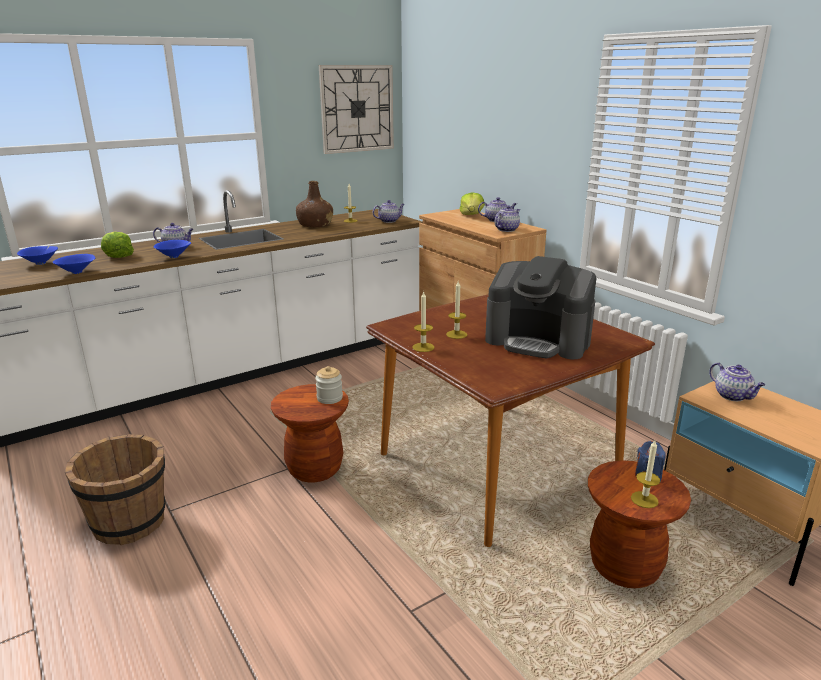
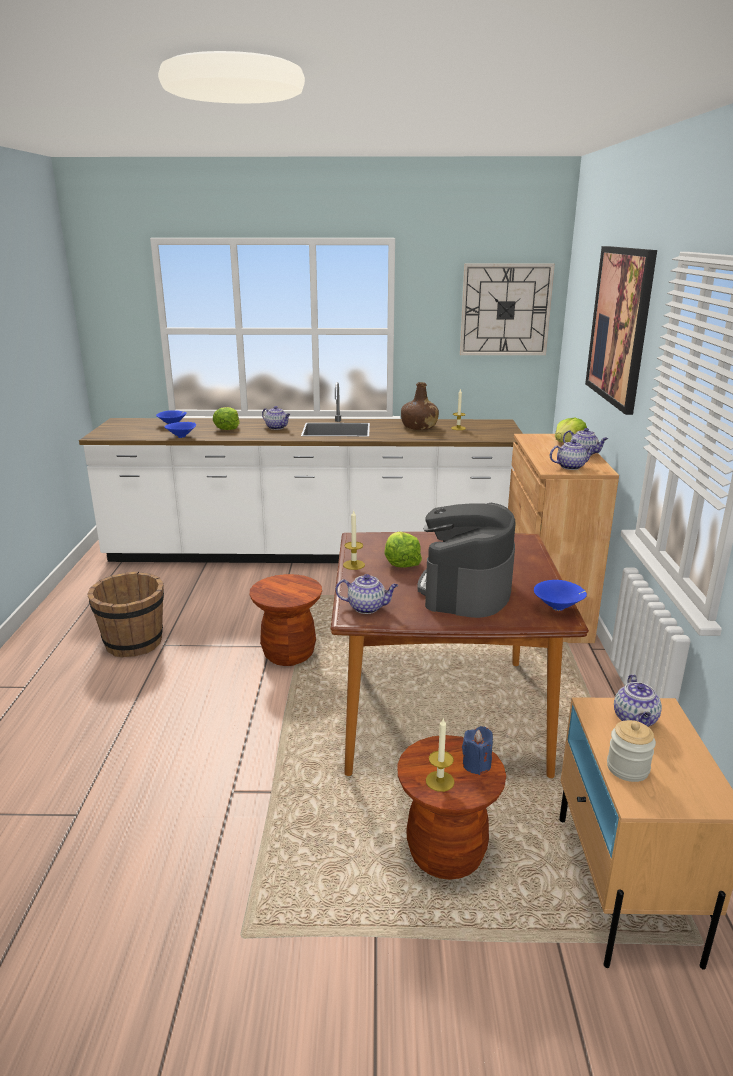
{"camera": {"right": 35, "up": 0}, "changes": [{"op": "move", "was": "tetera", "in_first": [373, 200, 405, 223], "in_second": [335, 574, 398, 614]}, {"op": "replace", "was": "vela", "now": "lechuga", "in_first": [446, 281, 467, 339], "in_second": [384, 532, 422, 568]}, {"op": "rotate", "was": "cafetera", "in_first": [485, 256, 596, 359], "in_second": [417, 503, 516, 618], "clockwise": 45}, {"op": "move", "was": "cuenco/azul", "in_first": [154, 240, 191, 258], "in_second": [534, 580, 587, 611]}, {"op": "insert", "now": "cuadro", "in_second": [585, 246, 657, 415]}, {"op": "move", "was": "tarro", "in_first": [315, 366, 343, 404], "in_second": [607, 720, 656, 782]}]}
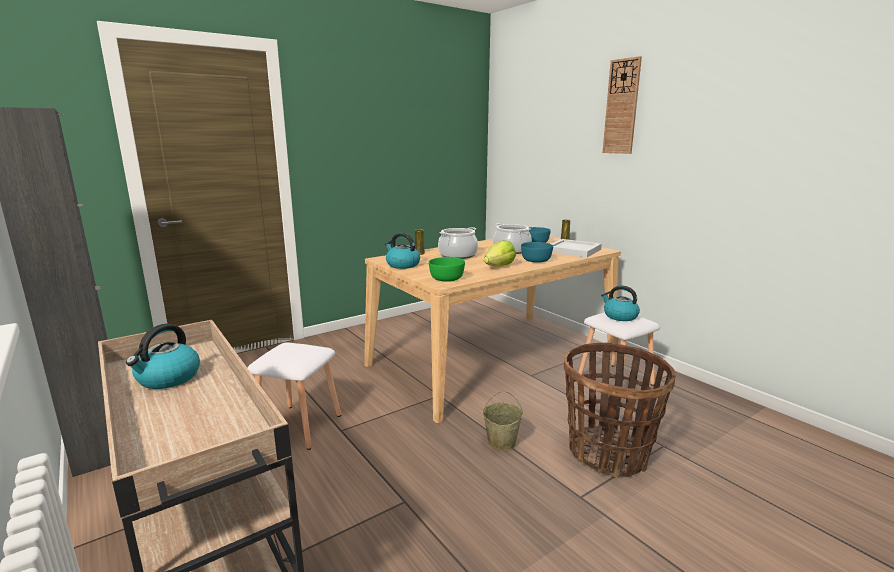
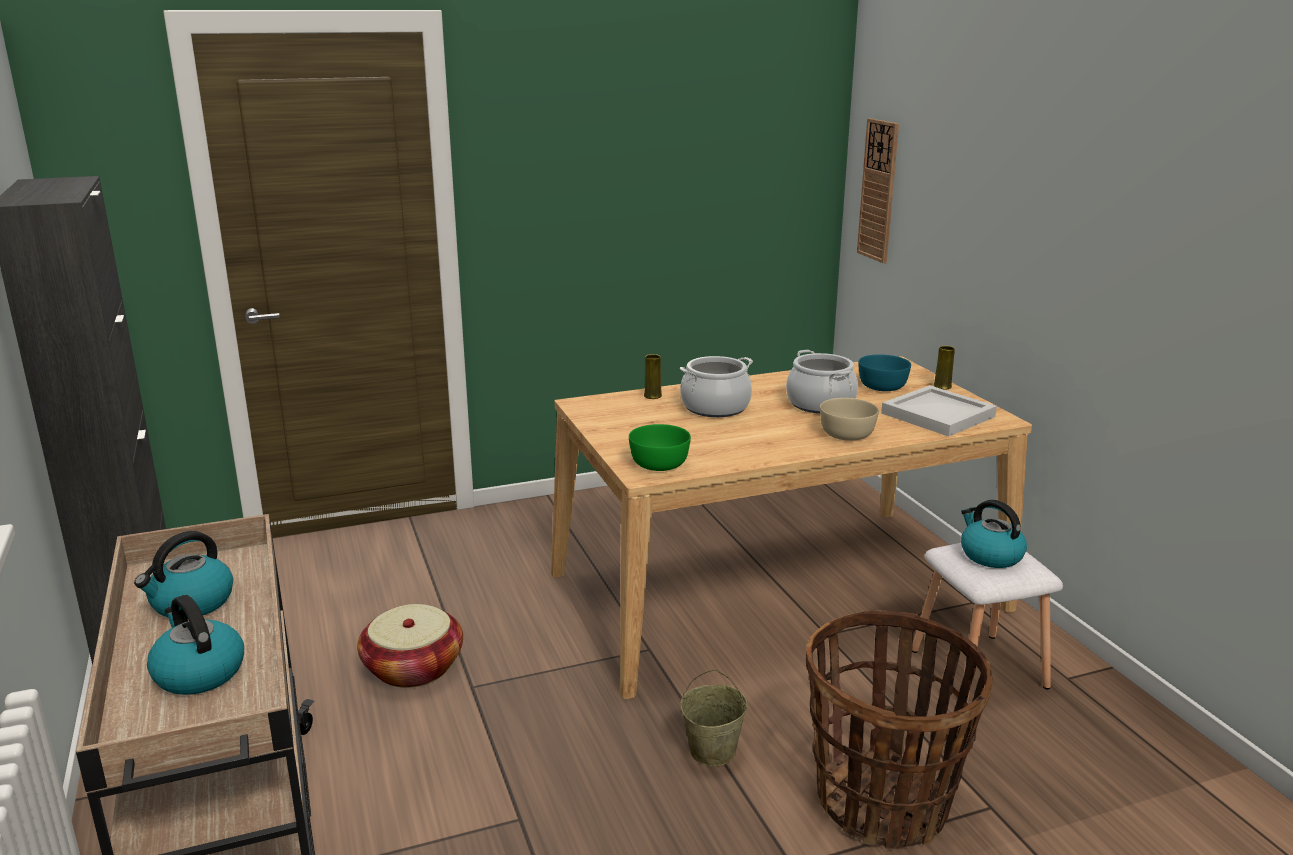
{"camera": {"right": 15, "up": 5}, "changes": [{"op": "move", "was": "hervidor", "in_first": [385, 233, 420, 269], "in_second": [147, 595, 244, 695]}, {"op": "replace", "was": "taburete/blanco", "now": "cesta", "in_first": [247, 342, 341, 450], "in_second": [357, 604, 463, 688]}, {"op": "recolor", "was": "cuenco/turquesa", "now": "cuenco/beis", "in_first": [521, 242, 553, 263], "in_second": [820, 398, 879, 441]}, {"op": "move", "was": "reloj de pared", "in_first": [602, 56, 642, 154], "in_second": [857, 118, 899, 263]}, {"op": "delete", "was": "lechuga", "in_first": [484, 240, 516, 267]}]}
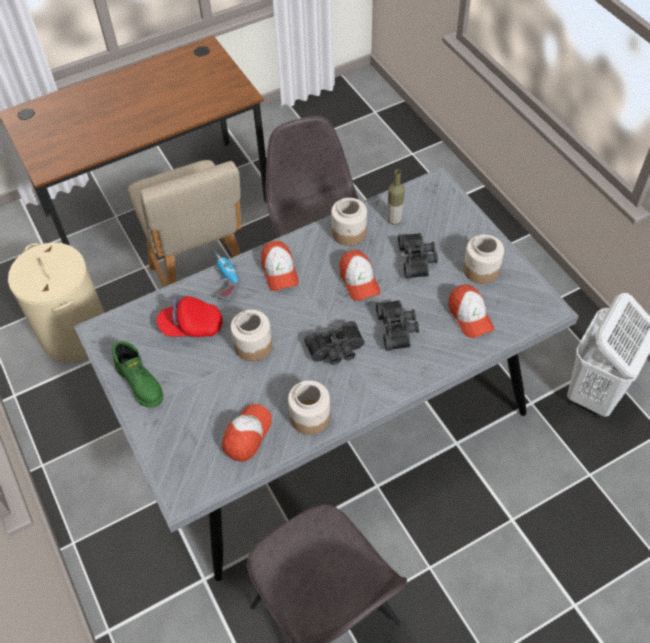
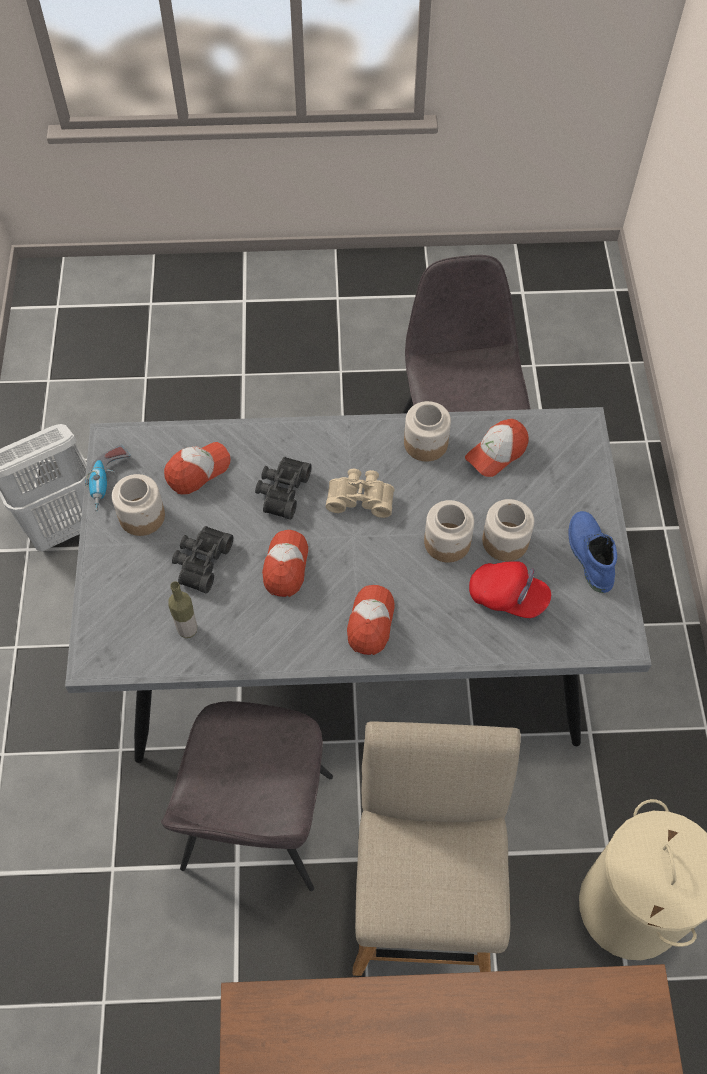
{"camera": {"right": -155, "up": 5}, "changes": [{"op": "move", "was": "taladro", "in_first": [214, 251, 240, 301], "in_second": [85, 444, 131, 512]}, {"op": "rotate", "was": "gorra", "in_first": [448, 285, 494, 338], "in_second": [164, 442, 231, 495], "clockwise": 45}, {"op": "recolor", "was": "prismáticos/negro", "now": "prismáticos/beis", "in_first": [304, 321, 365, 365], "in_second": [326, 469, 394, 518]}, {"op": "move", "was": "tarro", "in_first": [331, 198, 367, 246], "in_second": [482, 499, 534, 561]}, {"op": "recolor", "was": "bota/verde", "now": "bota/azul", "in_first": [112, 341, 163, 408], "in_second": [568, 511, 617, 593]}]}
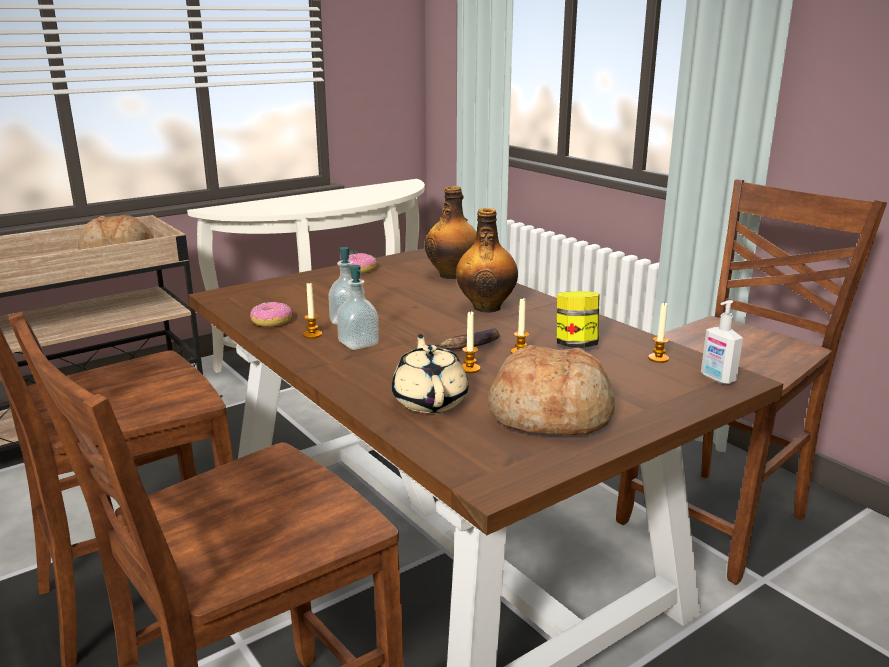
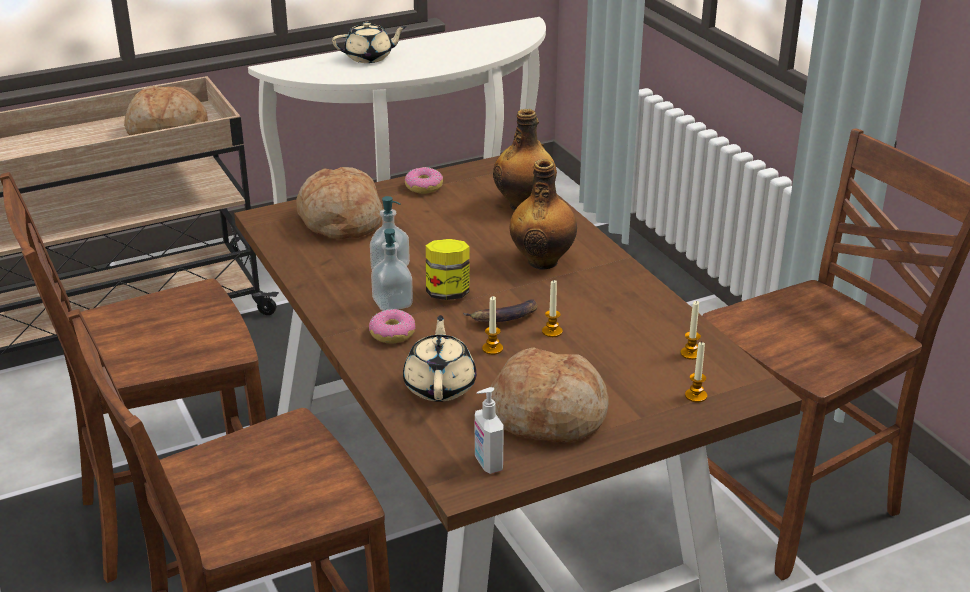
{"camera": {"right": 10, "up": 10}, "changes": [{"op": "insert", "now": "pan", "in_second": [296, 167, 383, 240]}, {"op": "insert", "now": "tetera/beis", "in_second": [332, 22, 407, 63]}, {"op": "move", "was": "rosquilla", "in_first": [250, 302, 292, 327], "in_second": [369, 309, 415, 344]}, {"op": "move", "was": "tarro", "in_first": [557, 291, 599, 348], "in_second": [426, 239, 469, 300]}, {"op": "move", "was": "dispensador de jabón", "in_first": [701, 300, 743, 384], "in_second": [475, 387, 504, 474]}, {"op": "move", "was": "vela", "in_first": [303, 283, 322, 338], "in_second": [685, 342, 707, 403]}]}
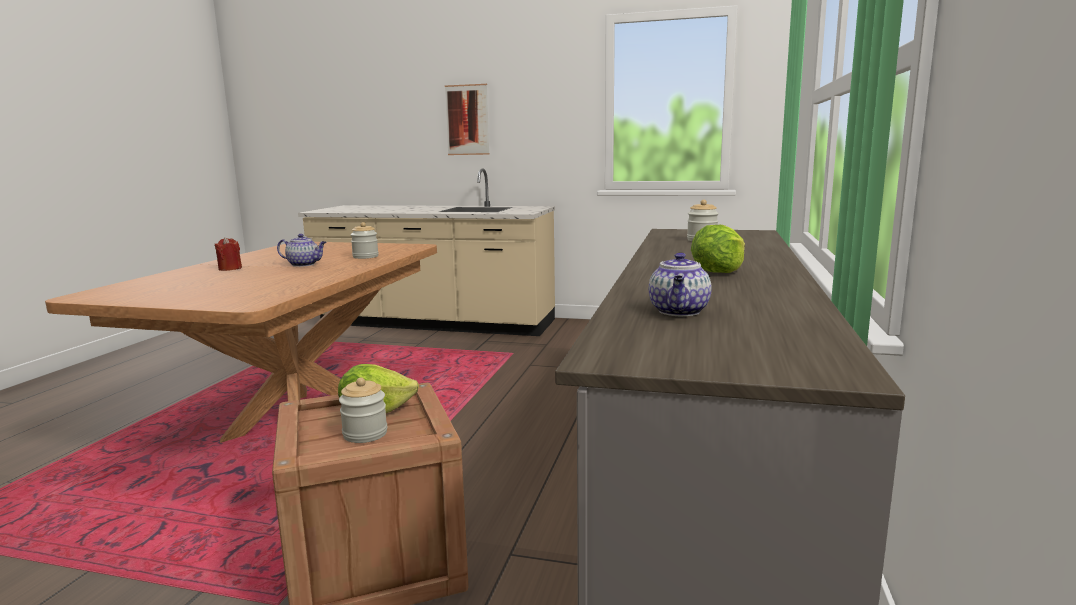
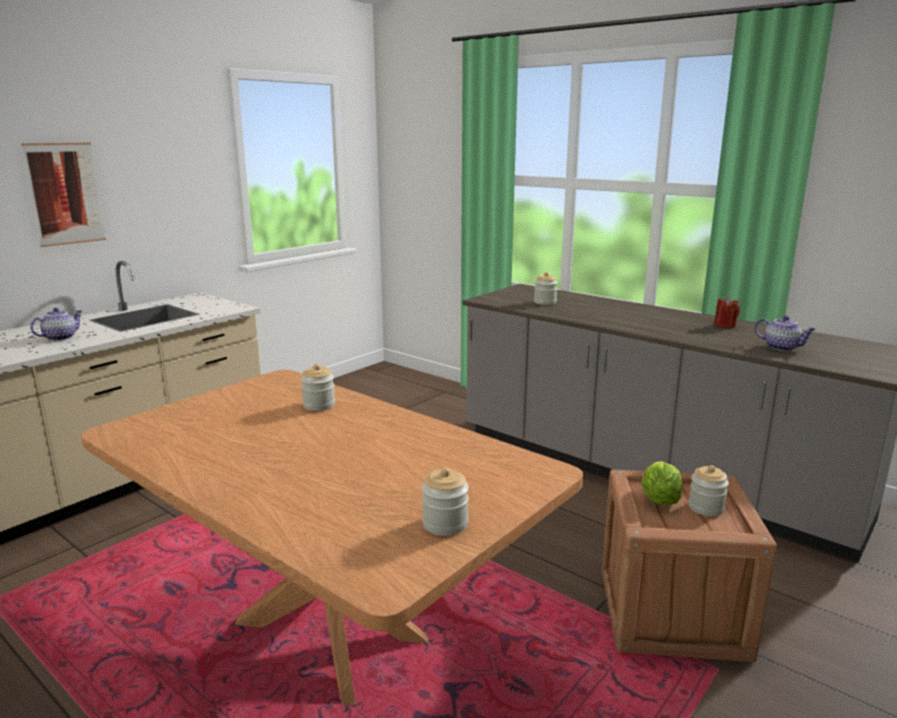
{"camera": {"right": -65, "up": 5}, "changes": [{"op": "move", "was": "tetera", "in_first": [277, 234, 326, 267], "in_second": [30, 308, 82, 341]}, {"op": "insert", "now": "tarro", "in_second": [422, 467, 469, 536]}, {"op": "move", "was": "vela/rojo", "in_first": [215, 237, 242, 271], "in_second": [714, 297, 740, 328]}, {"op": "delete", "was": "lechuga", "in_first": [691, 225, 745, 273]}]}
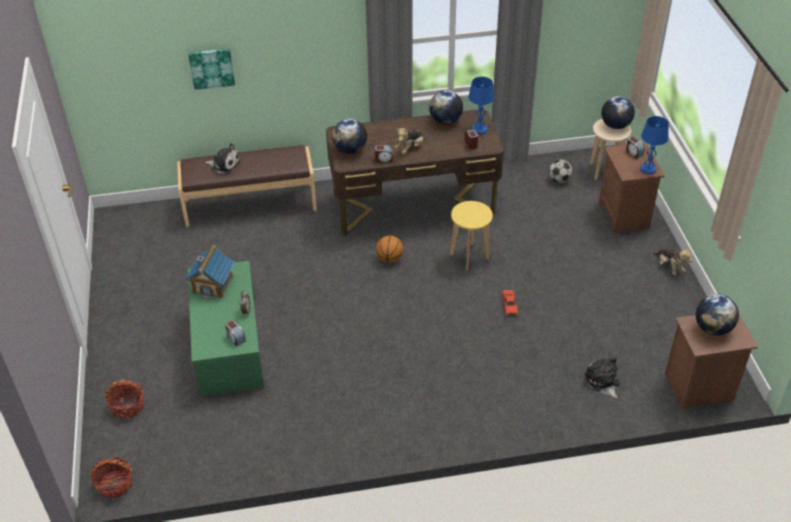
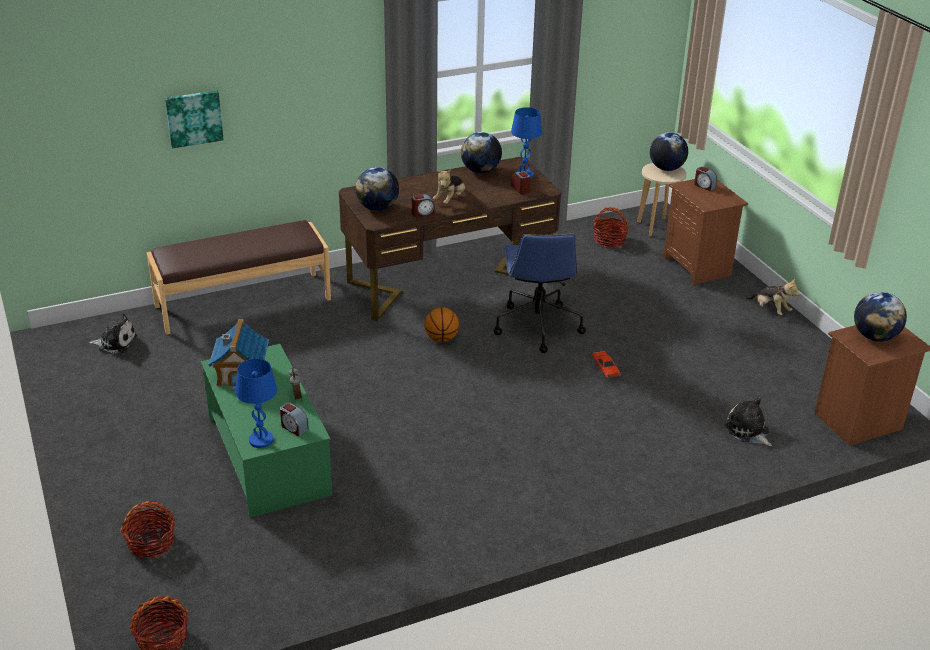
{"camera": {"right": -15, "up": -10}, "changes": [{"op": "move", "was": "peluche", "in_first": [205, 143, 240, 174], "in_second": [89, 313, 137, 354]}, {"op": "move", "was": "lámpara de mesa/azul", "in_first": [640, 116, 669, 174], "in_second": [235, 359, 277, 448]}, {"op": "replace", "was": "taburete/amarillo", "now": "silla de oficina/azul", "in_first": [450, 201, 493, 270], "in_second": [493, 234, 586, 353]}, {"op": "replace", "was": "balón de fútbol", "now": "cesta", "in_first": [549, 160, 572, 183], "in_second": [593, 207, 629, 248]}]}
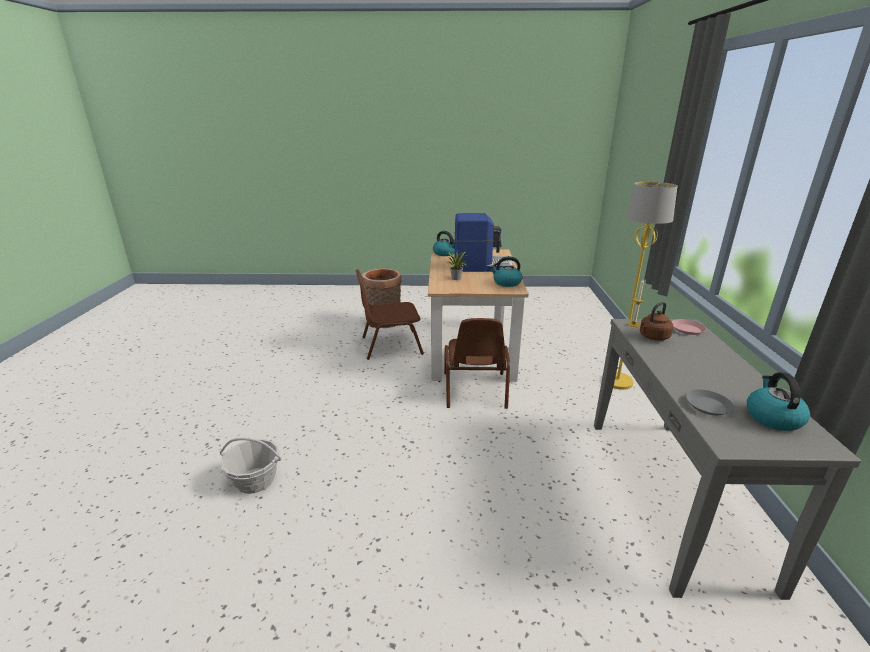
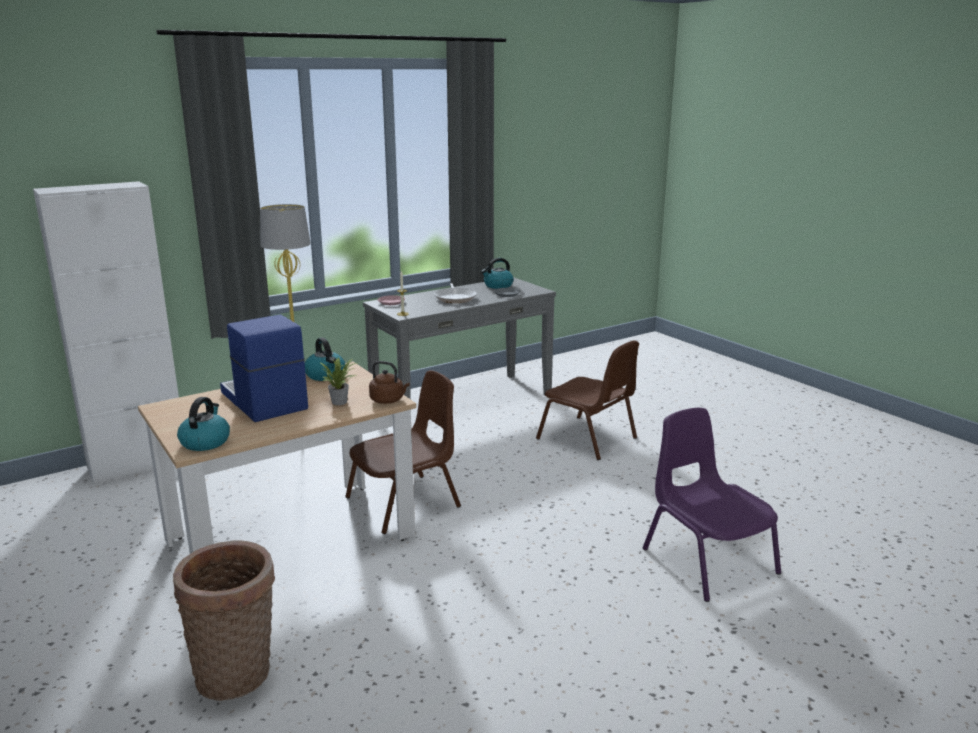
{"camera": {"right": -125, "up": -5}, "changes": [{"op": "insert", "now": "armario/blanco", "in_second": [33, 181, 179, 485]}, {"op": "move", "was": "hervidor/marrón", "in_first": [640, 302, 673, 341], "in_second": [369, 361, 410, 404]}, {"op": "insert", "now": "sartén", "in_second": [434, 283, 477, 303]}, {"op": "move", "was": "silla/marrón", "in_first": [356, 269, 424, 360], "in_second": [536, 340, 639, 460]}, {"op": "replace", "was": "cesta", "now": "silla/morado", "in_first": [220, 438, 281, 494], "in_second": [643, 408, 781, 602]}]}
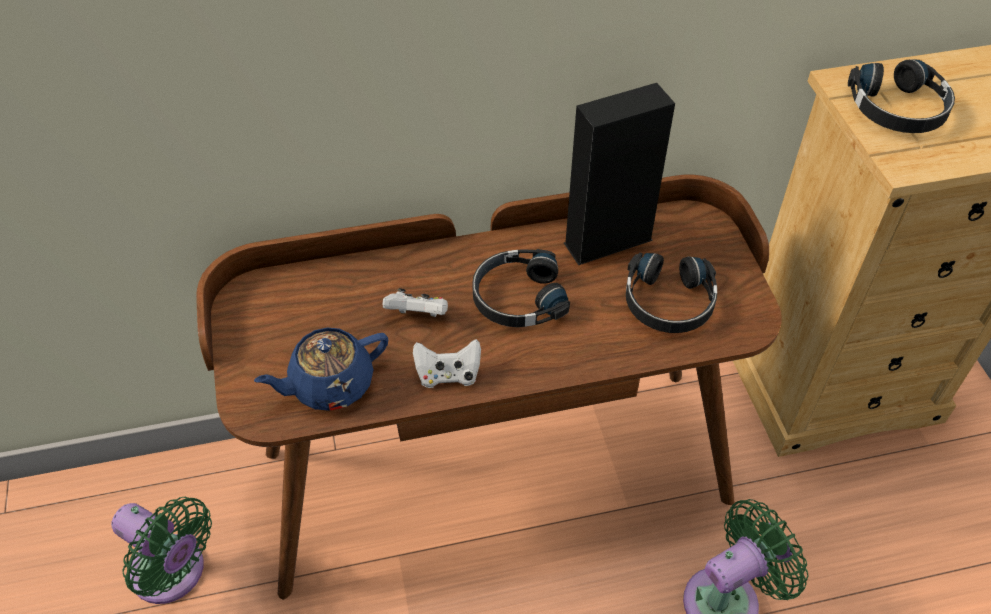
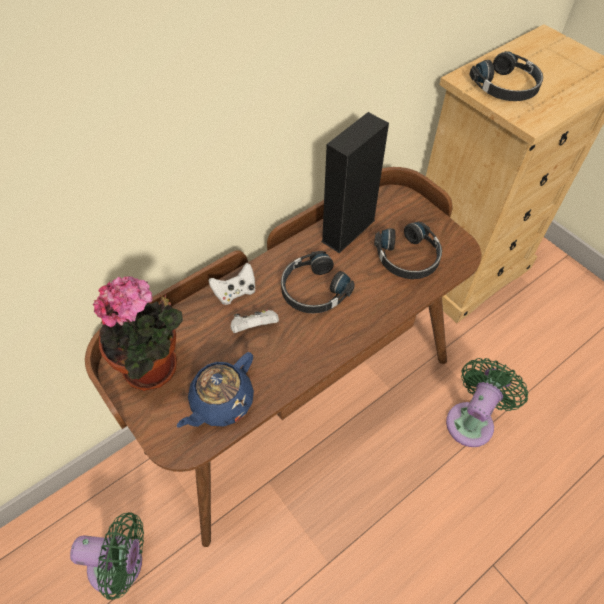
{"camera": {"right": -25, "up": 5}, "changes": [{"op": "insert", "now": "planta en maceta", "in_second": [93, 276, 183, 391]}, {"op": "move", "was": "mando de consola/blanco", "in_first": [413, 339, 481, 388], "in_second": [209, 263, 256, 305]}]}
